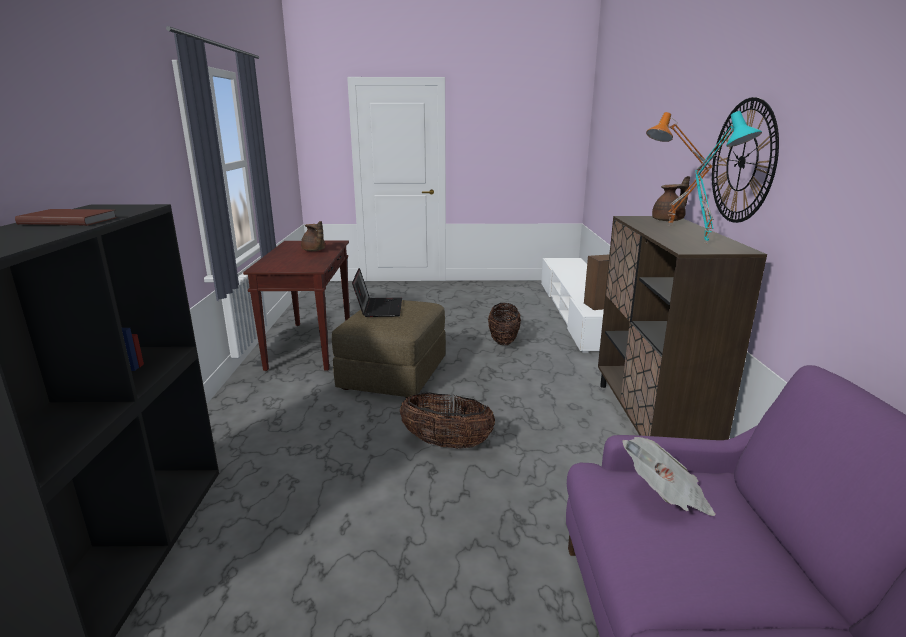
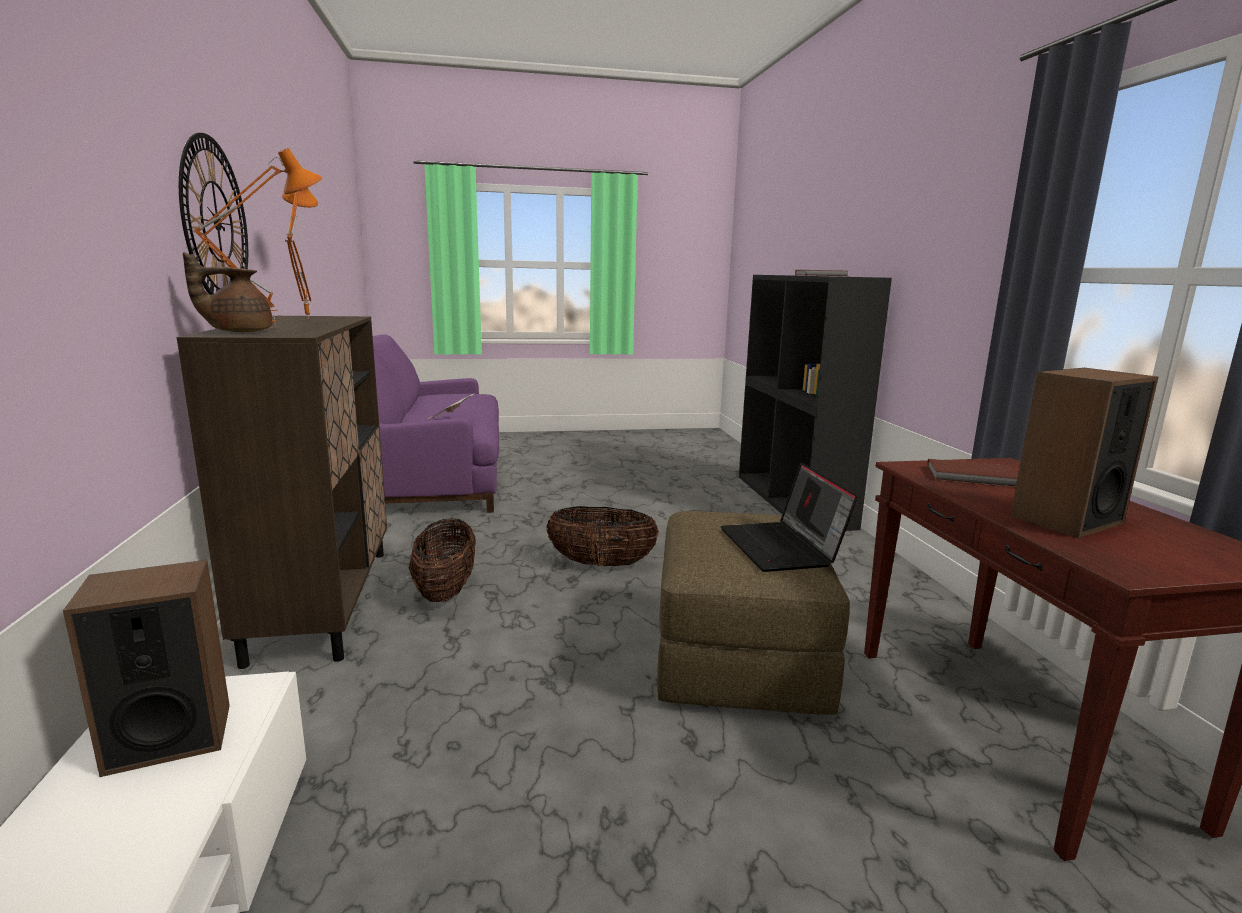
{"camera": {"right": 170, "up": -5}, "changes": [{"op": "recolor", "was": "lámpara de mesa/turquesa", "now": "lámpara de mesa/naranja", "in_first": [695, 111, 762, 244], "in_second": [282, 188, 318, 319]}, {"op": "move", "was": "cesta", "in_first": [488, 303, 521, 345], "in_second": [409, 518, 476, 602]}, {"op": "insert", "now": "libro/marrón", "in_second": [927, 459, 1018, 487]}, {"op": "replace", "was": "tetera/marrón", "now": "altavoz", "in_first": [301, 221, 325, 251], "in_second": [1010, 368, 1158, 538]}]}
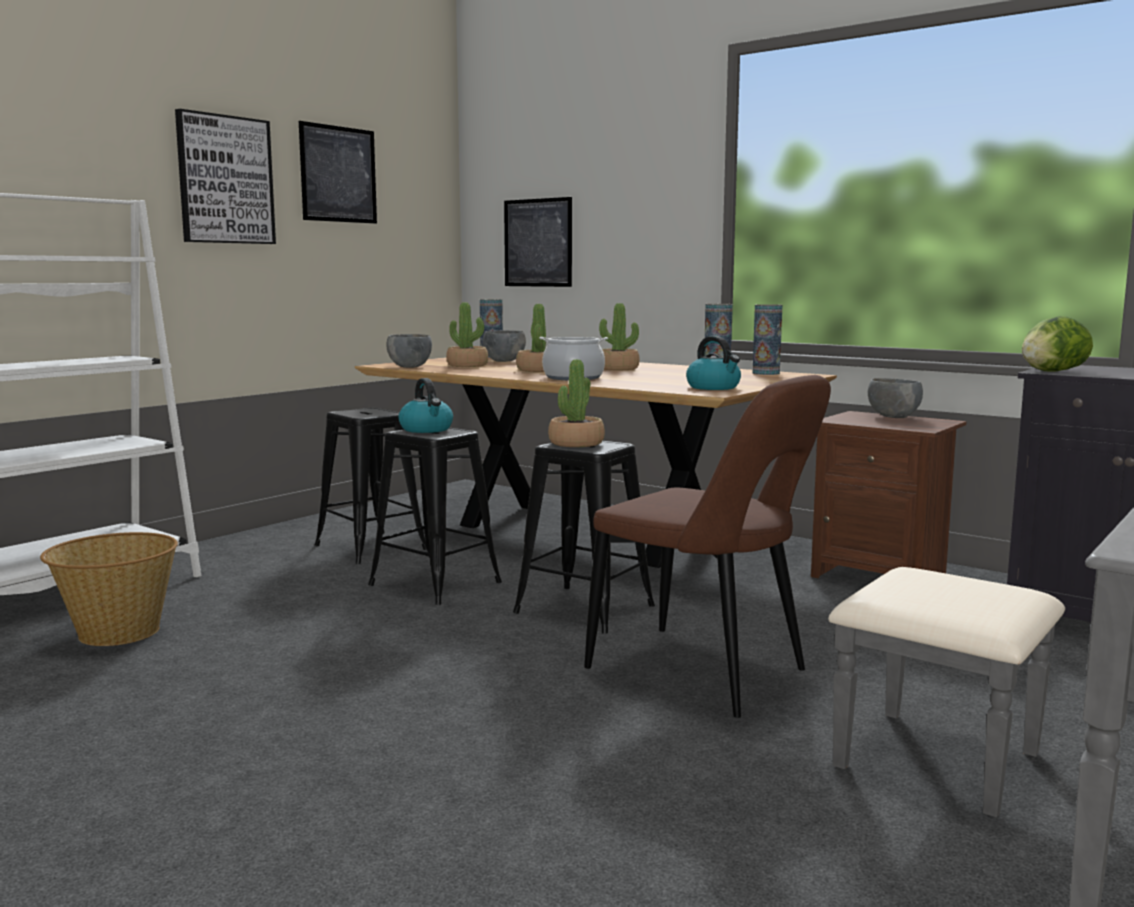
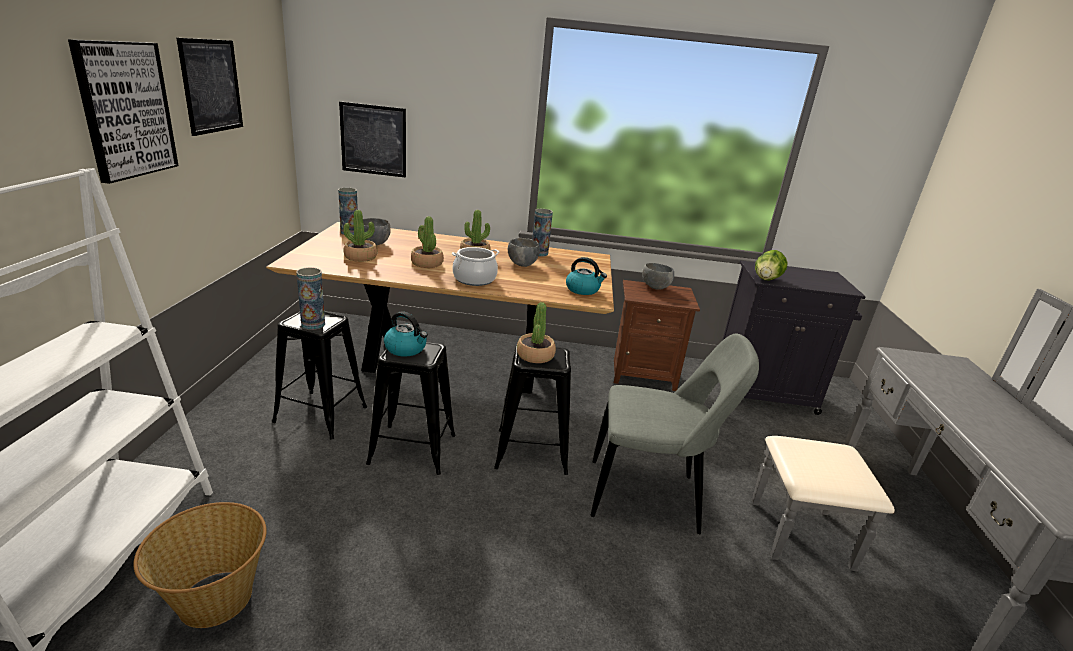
{"camera": {"right": -35, "up": 15}, "changes": [{"op": "move", "was": "florero", "in_first": [753, 304, 782, 375], "in_second": [296, 267, 325, 330]}, {"op": "move", "was": "cuenco/gris", "in_first": [387, 334, 432, 368], "in_second": [508, 238, 540, 267]}, {"op": "recolor", "was": "silla/marrón", "now": "silla/gris", "in_first": [585, 375, 831, 718], "in_second": [591, 334, 759, 534]}]}
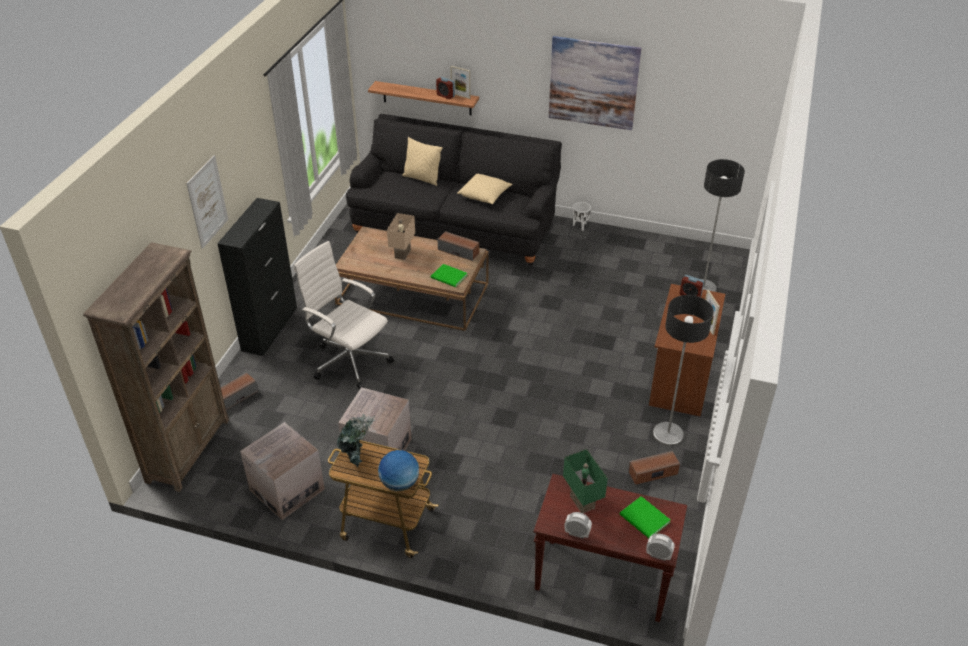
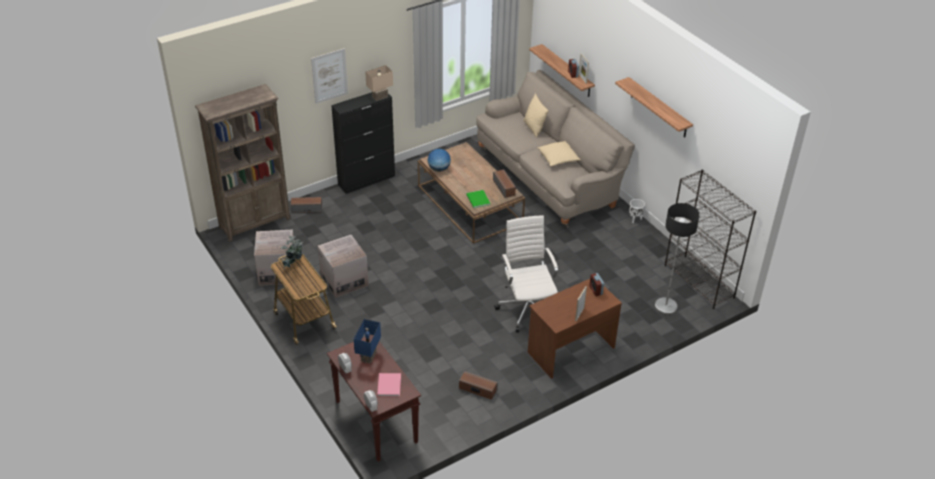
{"camera": {"right": 40, "up": 0}, "changes": [{"op": "recolor", "was": "lámpara de mesa/verde", "now": "lámpara de mesa/azul", "in_first": [563, 449, 608, 513], "in_second": [354, 319, 381, 364]}, {"op": "move", "was": "lámpara de mesa/beis", "in_first": [387, 213, 415, 260], "in_second": [365, 65, 393, 101]}, {"op": "recolor", "was": "libro/verde", "now": "libro/rosa", "in_first": [620, 496, 671, 538], "in_second": [377, 373, 401, 396]}, {"op": "move", "was": "globo terráqueo", "in_first": [378, 450, 419, 491], "in_second": [428, 149, 451, 172]}, {"op": "recolor", "was": "sofá/negro", "now": "sofá/beis", "in_first": [346, 114, 562, 266], "in_second": [476, 70, 635, 227]}, {"op": "move", "was": "silla de oficina/blanco", "in_first": [294, 241, 394, 390], "in_second": [494, 215, 558, 332]}, {"op": "replace", "was": "cuadro", "now": "estante", "in_first": [549, 36, 641, 130], "in_second": [615, 77, 693, 137]}, {"op": "insert", "now": "estantería/negro", "in_second": [665, 170, 756, 309]}, {"op": "delete", "was": "lámpara de pie", "in_first": [653, 295, 713, 446]}]}
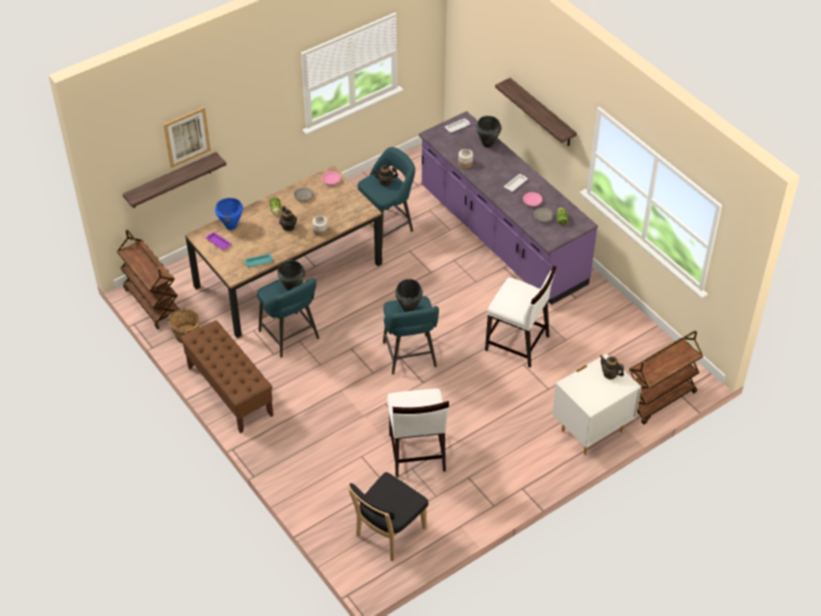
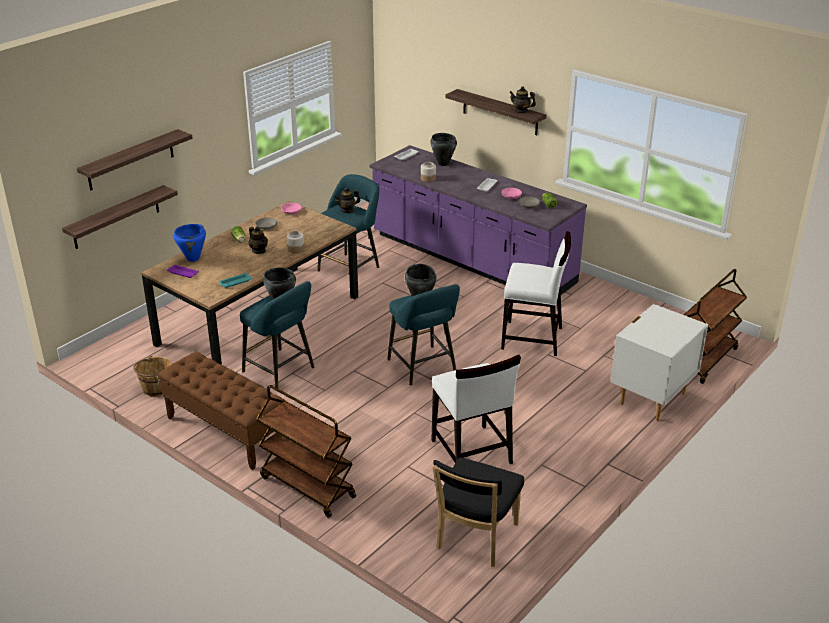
{"camera": {"right": -15, "up": -15}, "changes": [{"op": "replace", "was": "cuadro", "now": "estante", "in_first": [163, 107, 211, 168], "in_second": [77, 129, 193, 191]}, {"op": "move", "was": "carrito/marrón", "in_first": [117, 230, 180, 329], "in_second": [256, 385, 356, 518]}, {"op": "move", "was": "tetera", "in_first": [600, 355, 624, 379], "in_second": [509, 86, 536, 114]}]}
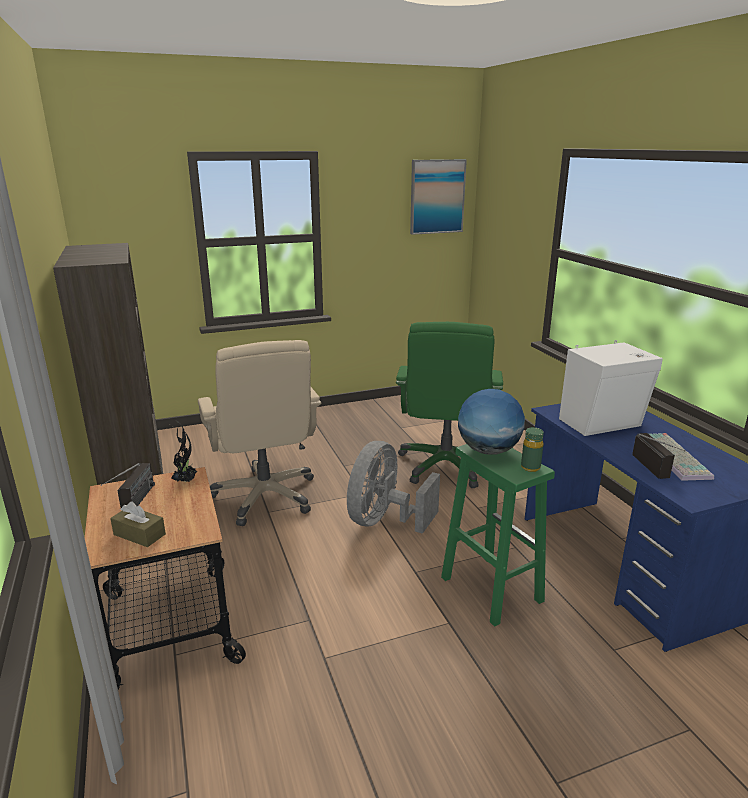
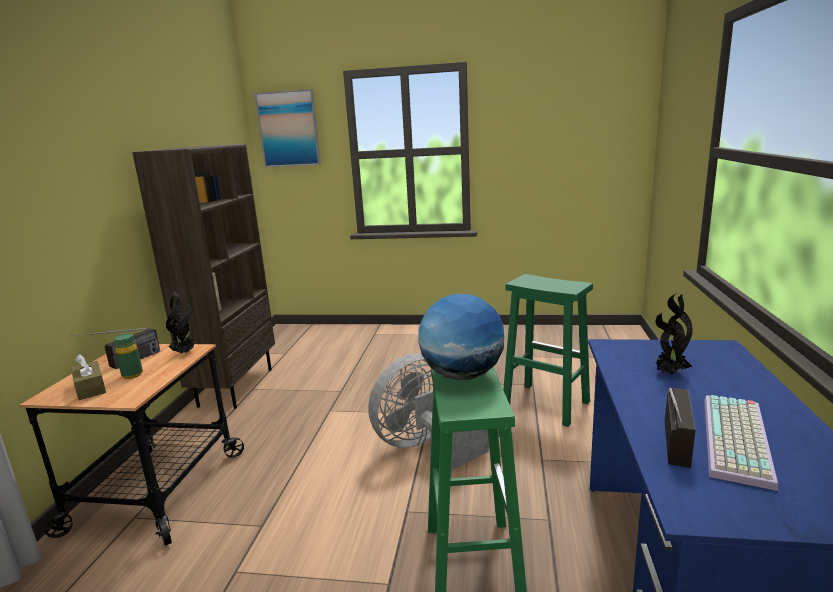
{"camera": {"right": 30, "up": -5}, "changes": [{"op": "move", "was": "botella/verde", "in_first": [521, 427, 544, 472], "in_second": [114, 333, 143, 379]}, {"op": "move", "was": "cuadro", "in_first": [410, 159, 467, 235], "in_second": [255, 89, 321, 167]}, {"op": "replace", "was": "silla de oficina/verde", "now": "taburete/verde", "in_first": [396, 322, 503, 488], "in_second": [503, 274, 593, 427]}, {"op": "replace", "was": "altavoz/blanco", "now": "planta en maceta", "in_first": [559, 340, 663, 436], "in_second": [655, 293, 692, 375]}, {"op": "delete", "was": "silla de oficina/beis", "in_first": [198, 340, 321, 526]}]}
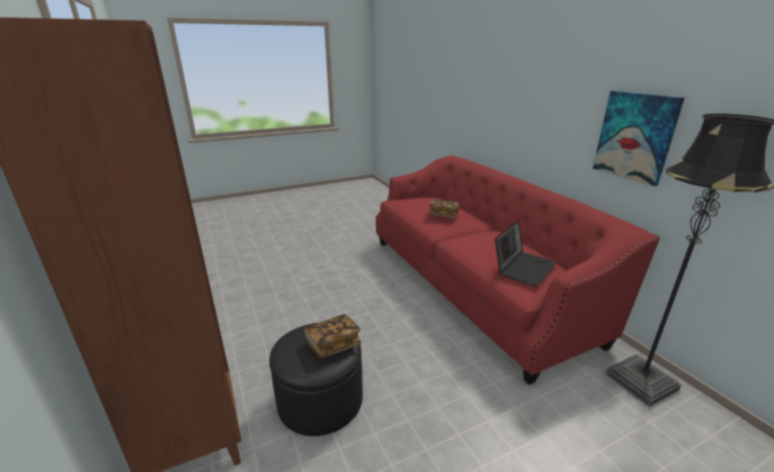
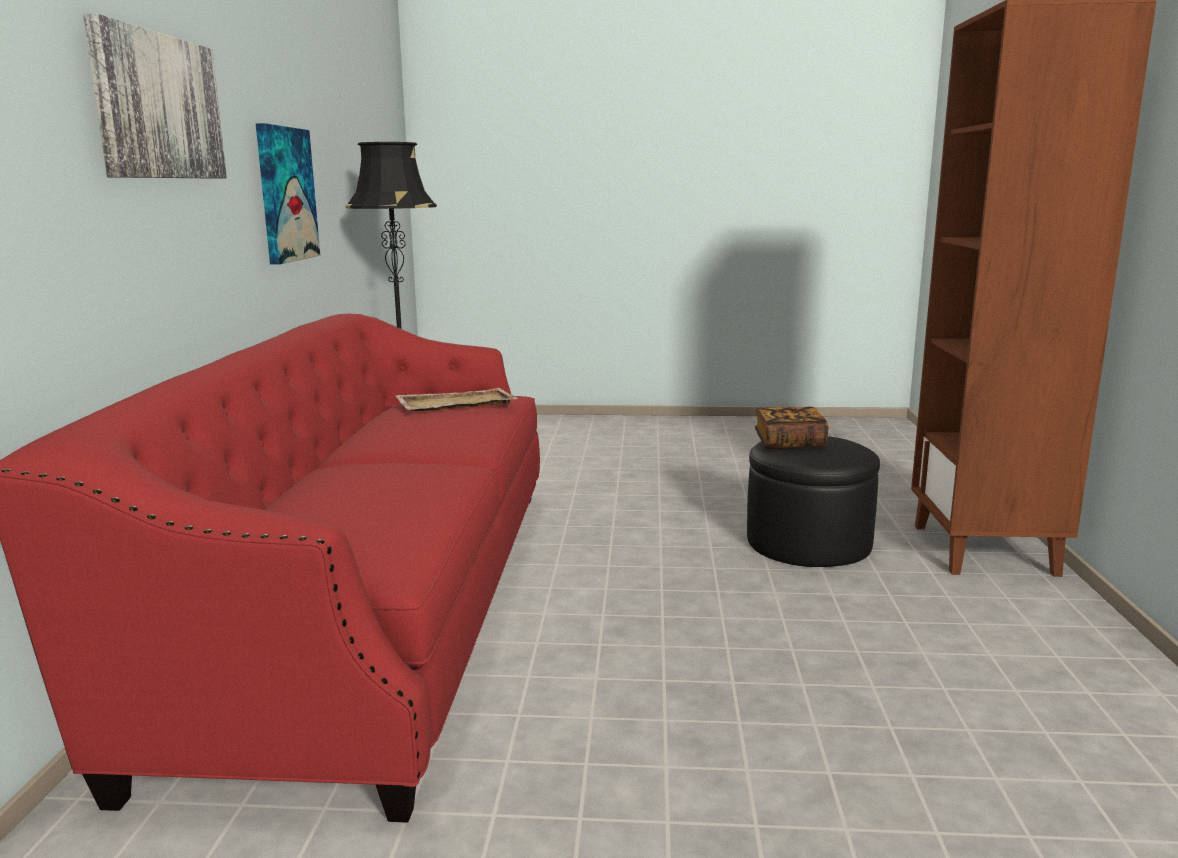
{"camera": {"right": -150, "up": -10}, "changes": [{"op": "insert", "now": "cuadro", "in_second": [83, 14, 227, 179]}, {"op": "replace", "was": "portátil", "now": "bandeja/beis", "in_first": [495, 220, 557, 287], "in_second": [395, 388, 518, 411]}, {"op": "delete", "was": "libro", "in_first": [429, 200, 460, 218]}]}
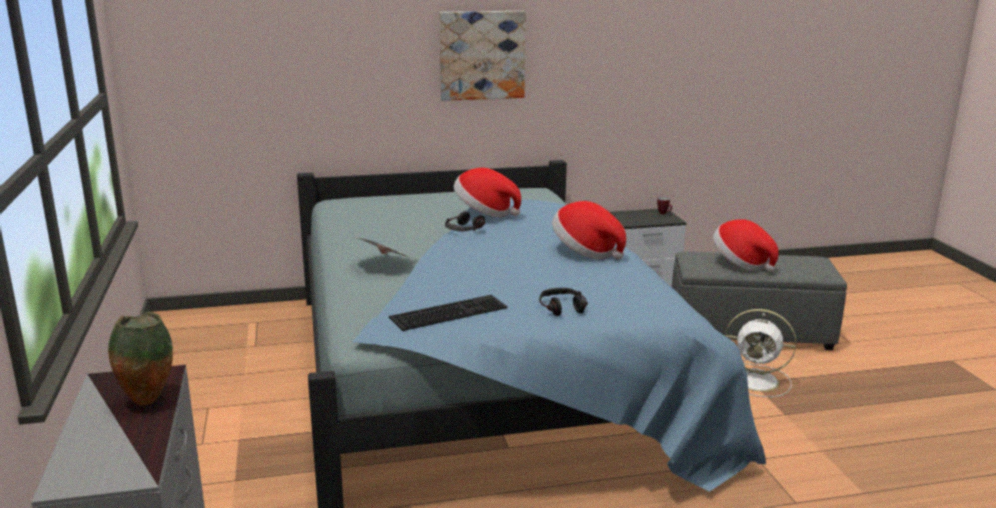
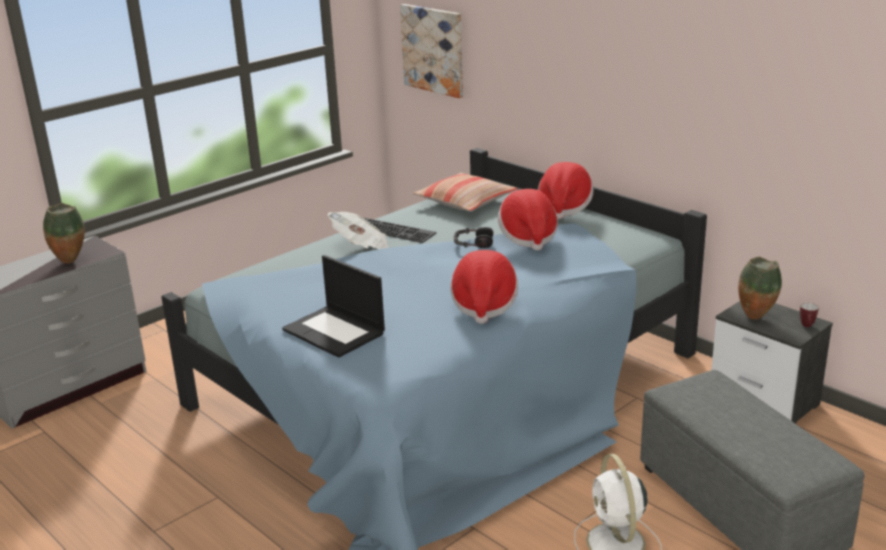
{"camera": {"right": 60, "up": 5}, "changes": [{"op": "replace", "was": "auriculares", "now": "portátil", "in_first": [540, 288, 588, 316], "in_second": [282, 255, 385, 358]}, {"op": "move", "was": "teclado", "in_first": [389, 295, 507, 331], "in_second": [364, 218, 437, 243]}, {"op": "move", "was": "cuadro", "in_first": [439, 11, 526, 101], "in_second": [400, 4, 463, 98]}, {"op": "insert", "now": "cojín", "in_second": [413, 173, 518, 212]}, {"op": "move", "was": "sombrero", "in_first": [713, 219, 779, 272], "in_second": [538, 162, 594, 219]}, {"op": "insert", "now": "florero", "in_second": [738, 257, 782, 320]}]}
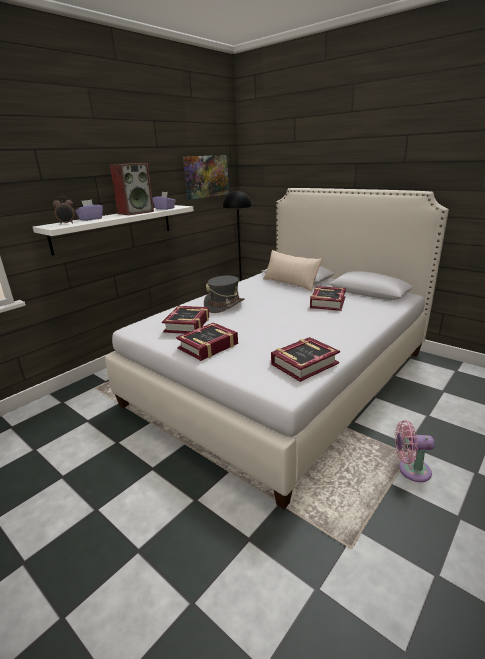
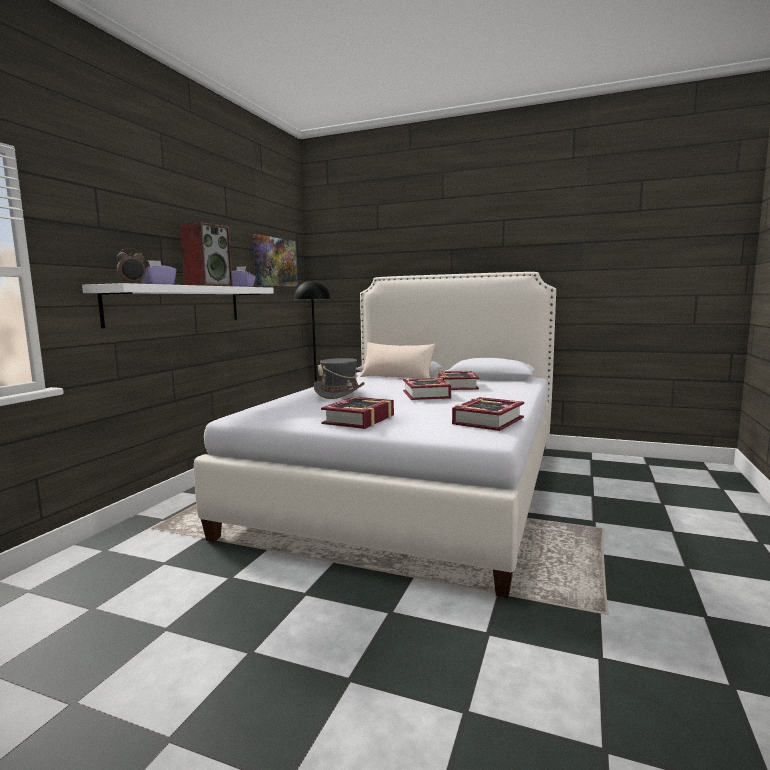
{"camera": {"right": -20, "up": -15}, "changes": [{"op": "move", "was": "libro", "in_first": [162, 306, 209, 334], "in_second": [403, 378, 451, 400]}, {"op": "delete", "was": "ventilador/rosa", "in_first": [395, 420, 435, 482]}]}
